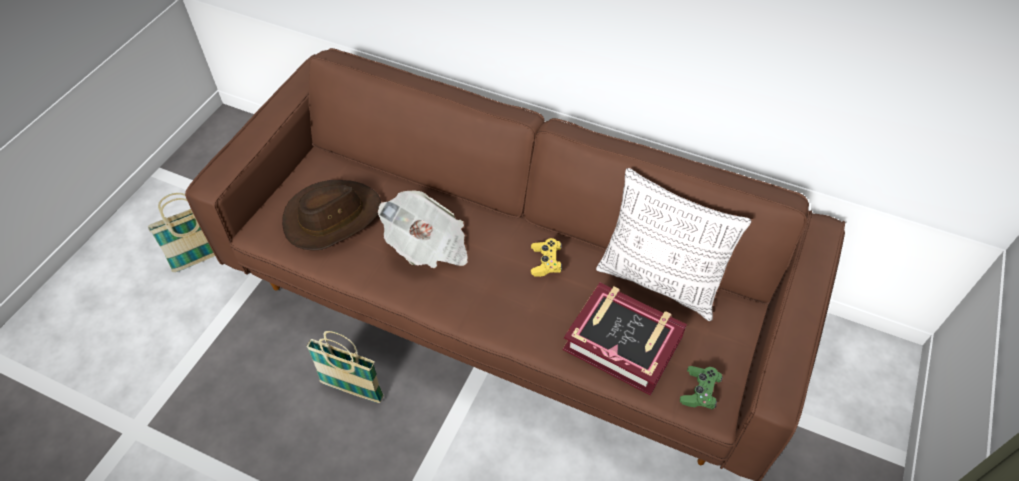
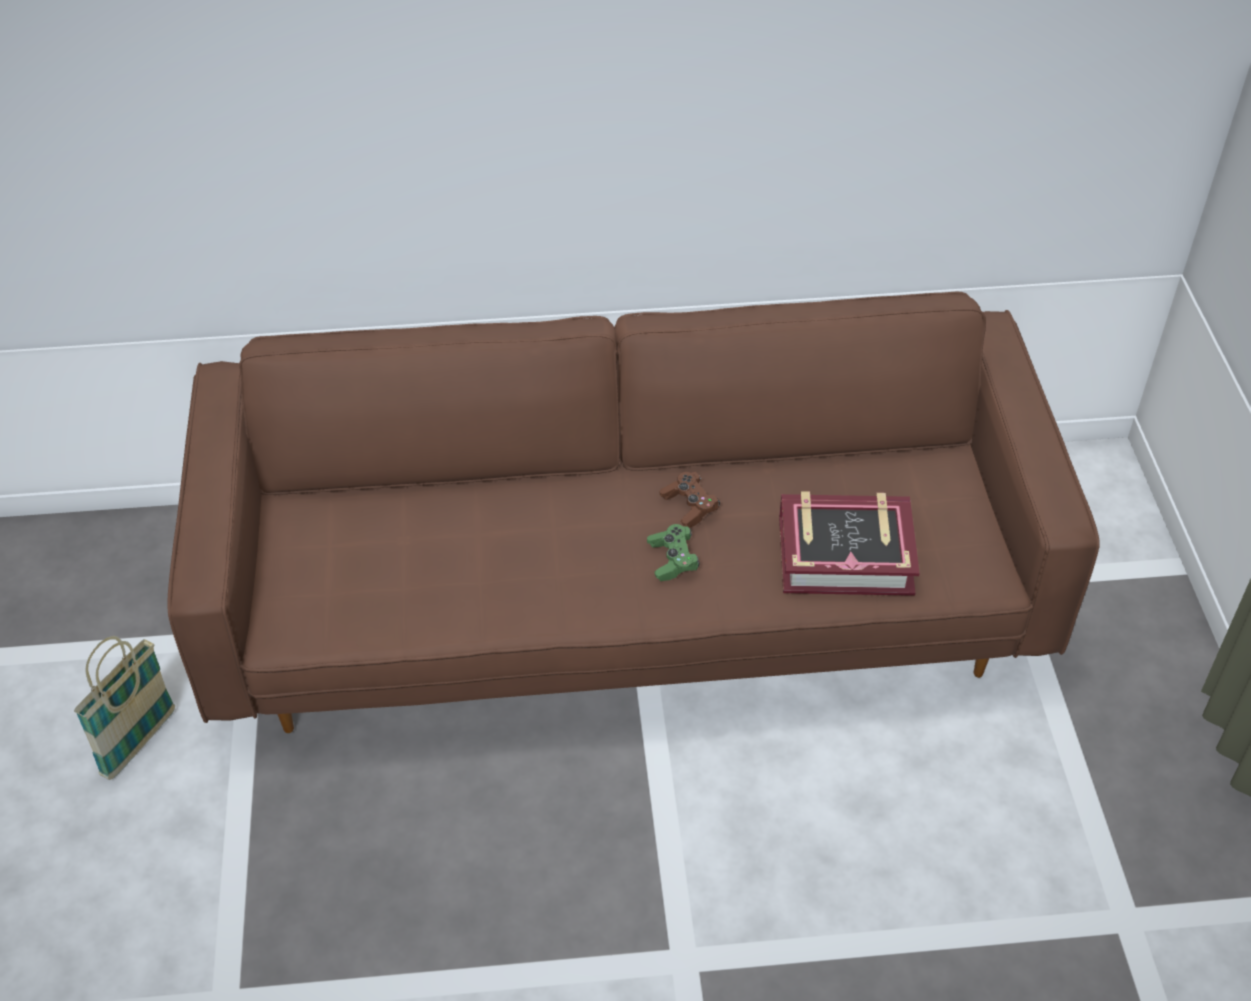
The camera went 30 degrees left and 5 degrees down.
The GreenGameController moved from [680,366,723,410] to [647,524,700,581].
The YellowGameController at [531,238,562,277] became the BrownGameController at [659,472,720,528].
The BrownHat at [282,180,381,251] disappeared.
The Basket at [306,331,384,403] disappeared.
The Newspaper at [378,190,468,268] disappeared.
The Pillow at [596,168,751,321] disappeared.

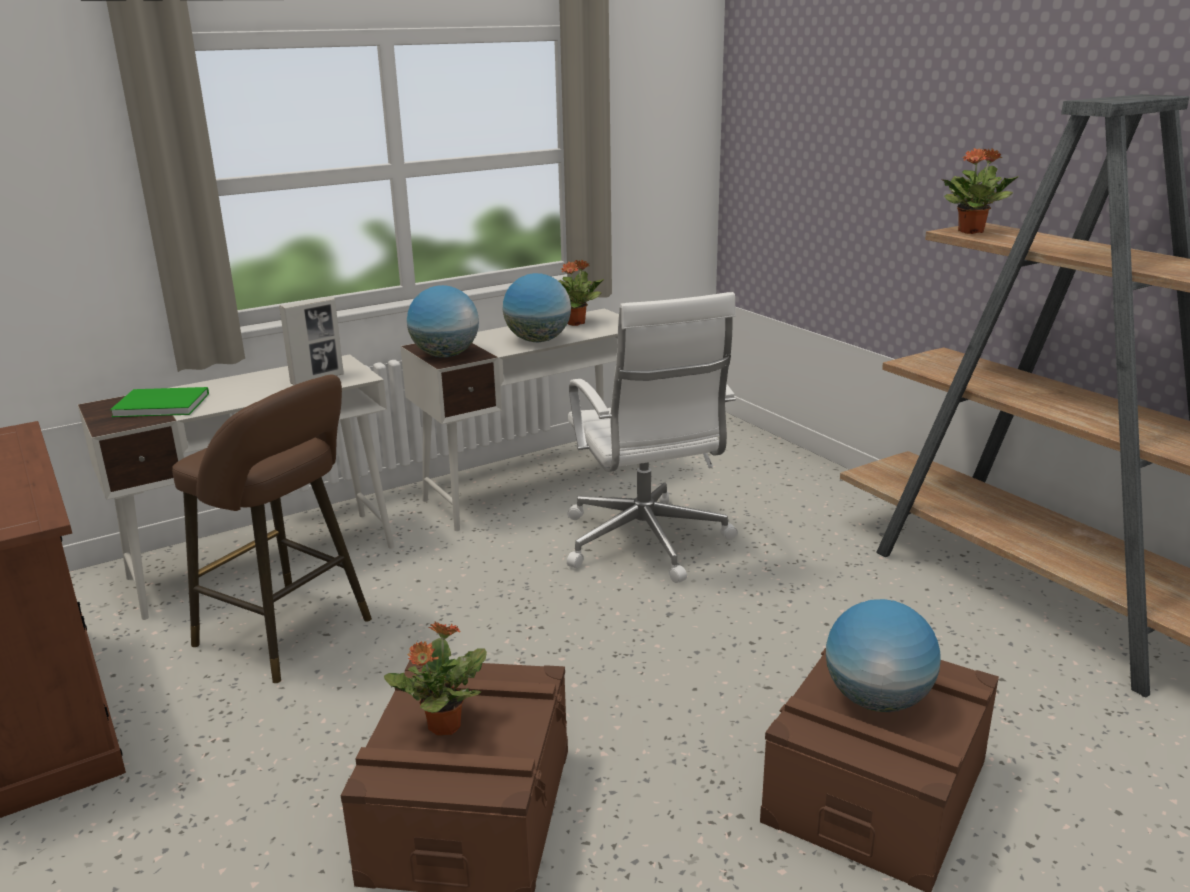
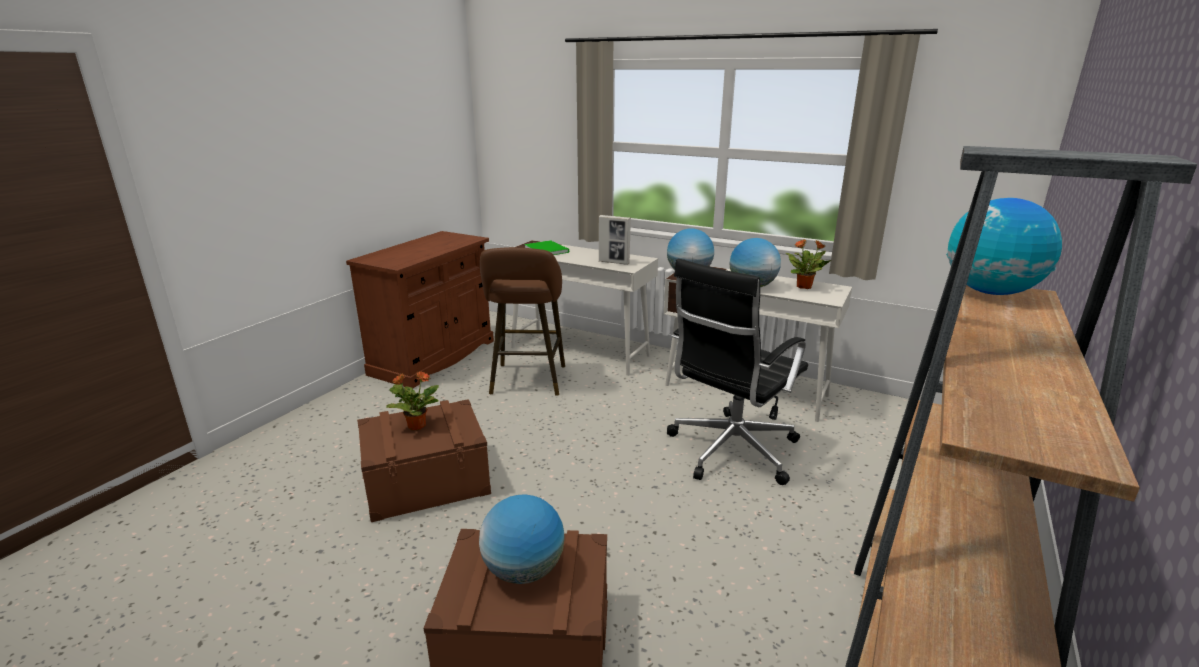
The camera went 60 degrees right and 0 degrees up.
The WhiteOfficeChair at [567,292,738,583] became the BlackOfficeChair at [667,259,808,485].
The PottedPlant at [941,148,1019,234] was replaced by the Globe at [946,198,1062,295].

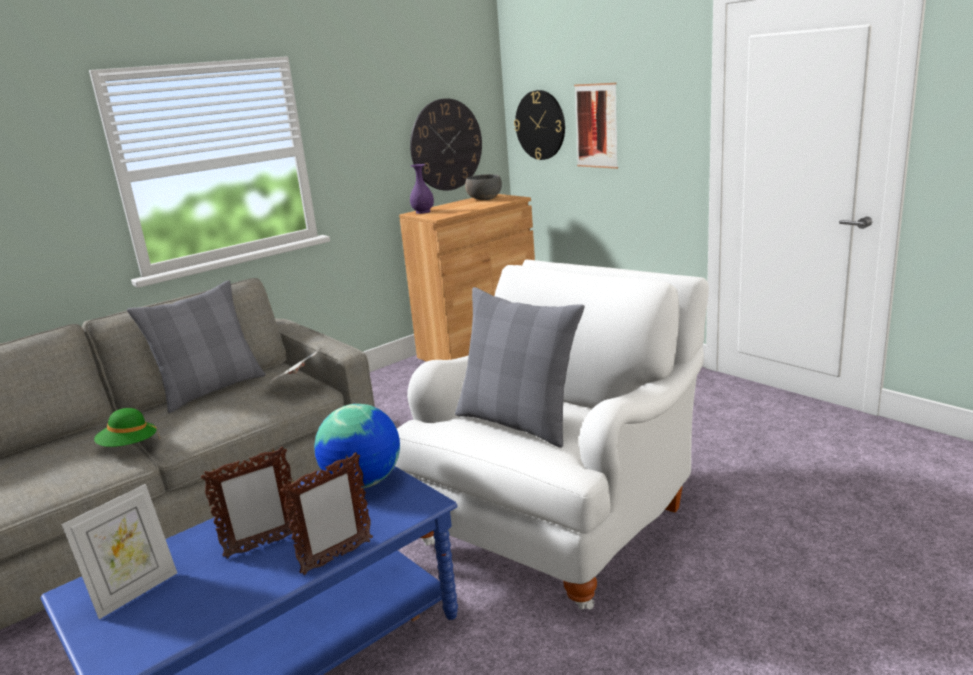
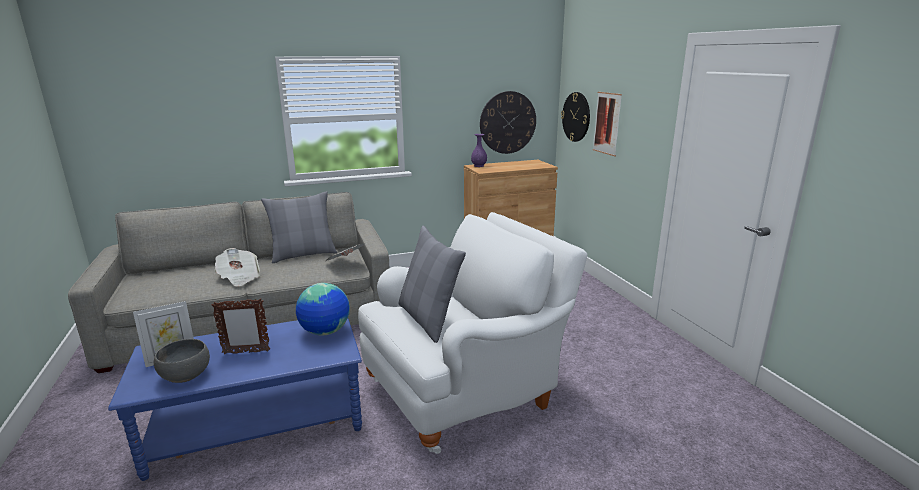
The camera went 20 degrees right and 0 degrees up.
The GreyBowl moved from [465,174,502,200] to [154,339,210,383].
The GreenHat at [94,408,160,447] was replaced by the Newspaper at [215,248,260,287].
The PictureFrame at [280,452,373,575] disappeared.

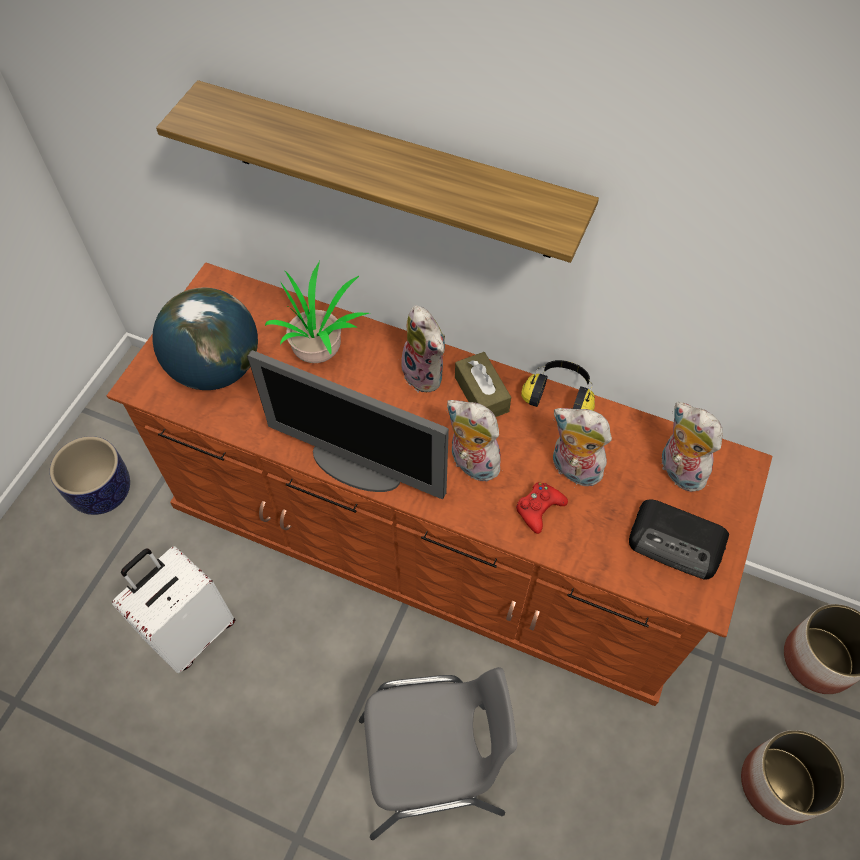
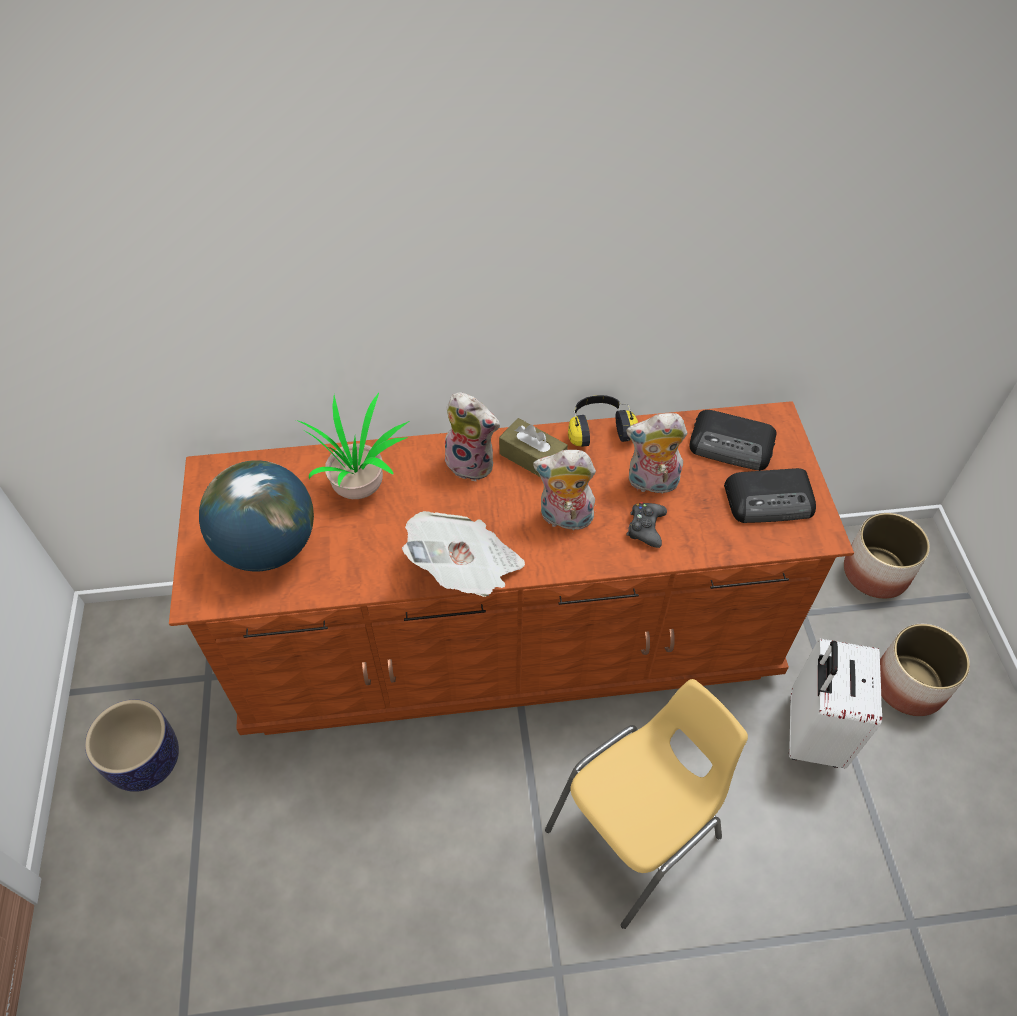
The camera went 30 degrees left and 5 degrees down.
The Monitor at [247,350,449,499] was replaced by the Newspaper at [402,511,525,597].
The GreyChair at [359,667,517,840] became the YellowChair at [545,679,748,929].
The RedGameController at [516,482,568,534] became the BlackGameController at [626,502,667,548].
The PlushToy at [660,402,723,492] was replaced by the Radio at [690,410,777,471].
The WhiteSuitcase moved from [112,546,235,673] to [789,638,882,769].
The Shelf at [156,80,599,263] disappeared.

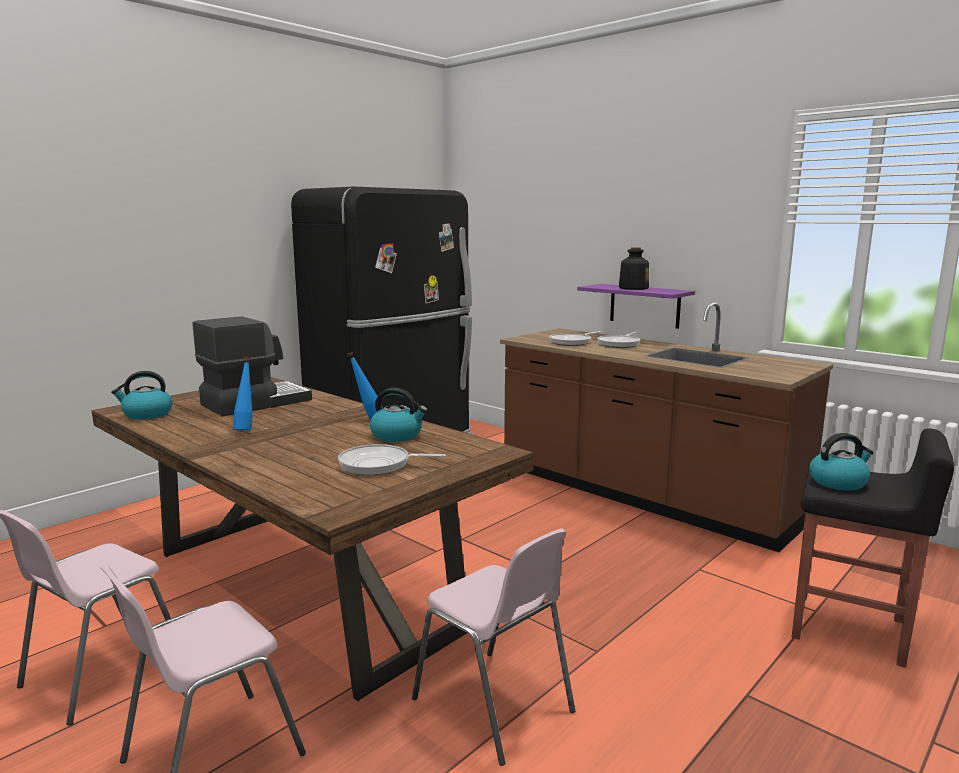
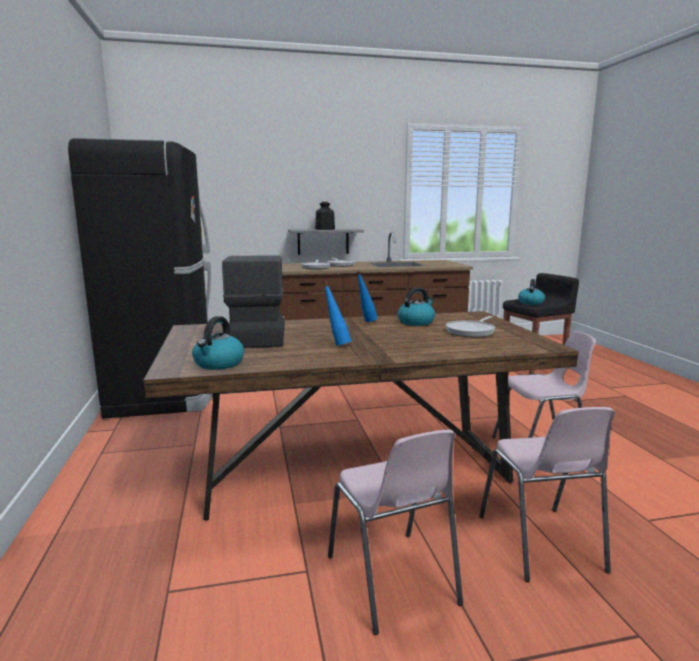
The camera went 55 degrees left and 0 degrees up.
The PurpleShelf at [577,284,695,329] became the GreyShelf at [288,229,364,255].

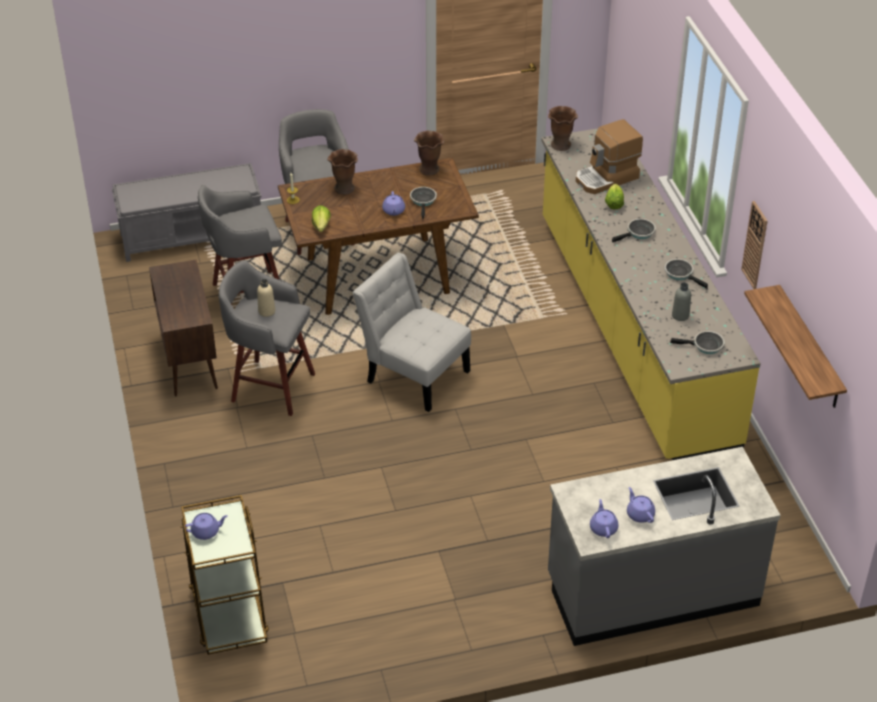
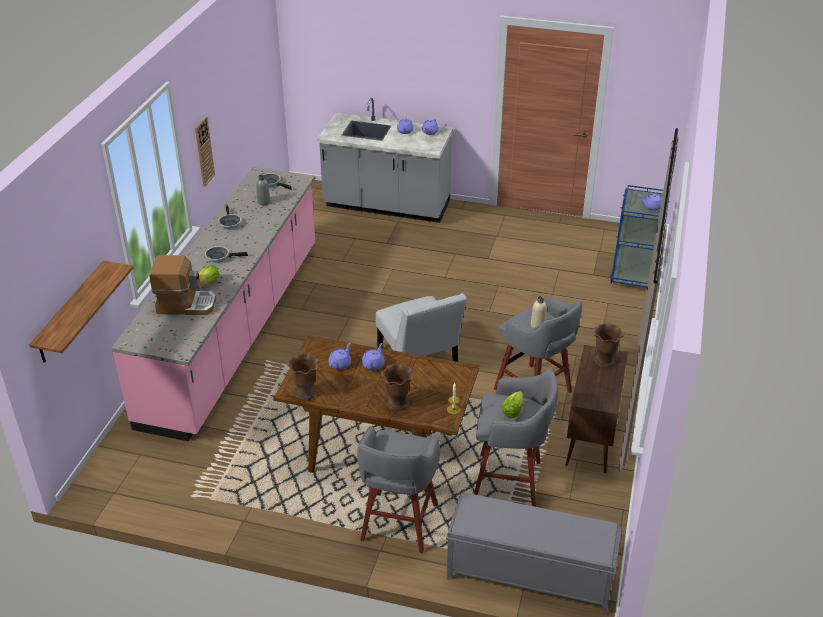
The camera went 150 degrees left and 5 degrees down.
The Shelf moved from [744,285,847,408] to [29,261,133,363].
The YellowCounter at [542,128,761,460] became the PinkCounter at [111,167,315,441].
The FryingPan at [410,187,437,219] was replaced by the PurpleTeapot at [329,343,351,369].
The Lettuce moved from [312,205,331,232] to [501,391,523,418].
The BrownVase moved from [548,106,578,151] to [593,323,624,367].
The BrownCart at [181,495,269,655] became the BlueCart at [610,185,664,287].

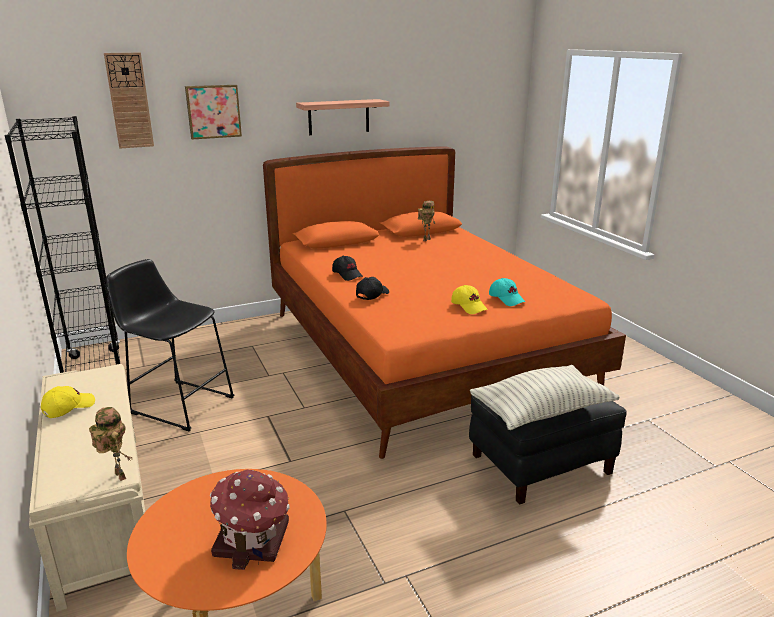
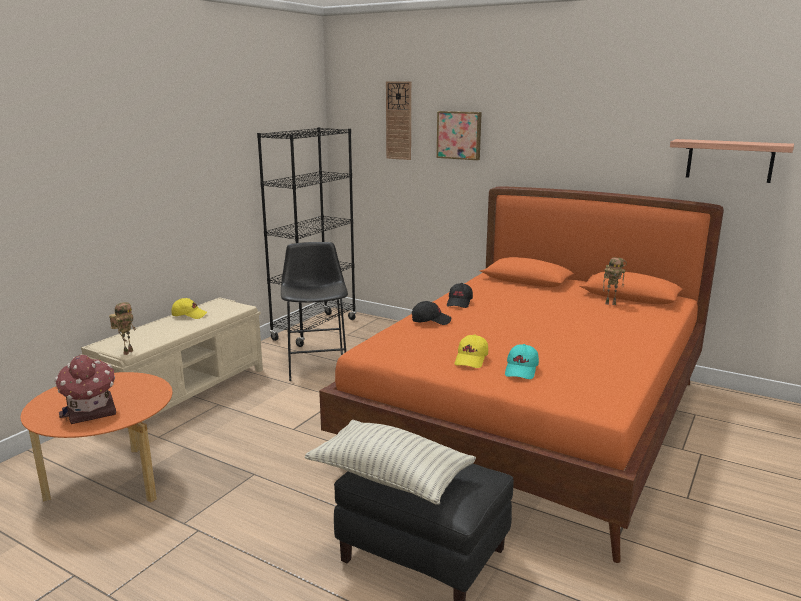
The camera went 55 degrees right and 5 degrees down.
The Shelf moved from [296,99,390,135] to [670,139,794,183].

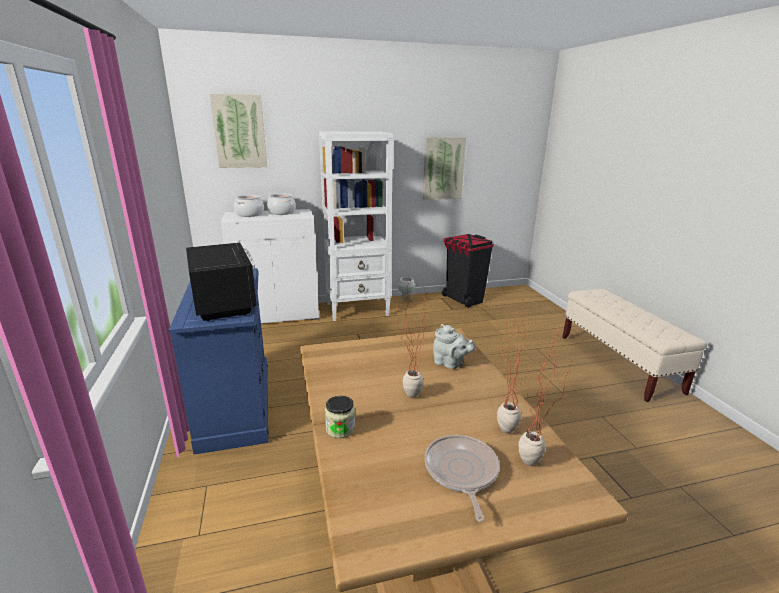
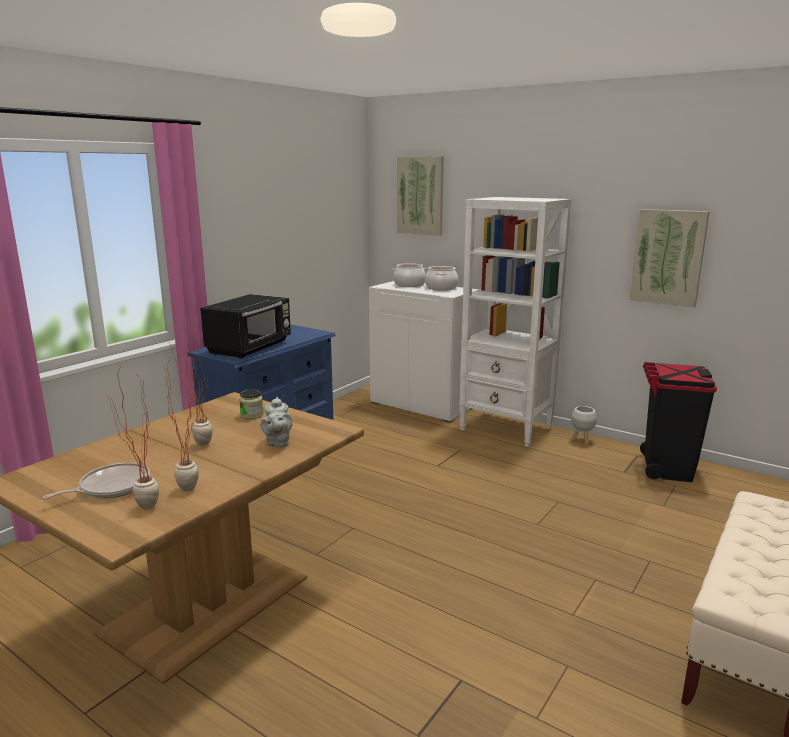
The camera went 50 degrees right and 5 degrees down.
The Jar moved from [325,396,355,438] to [239,389,264,419].

